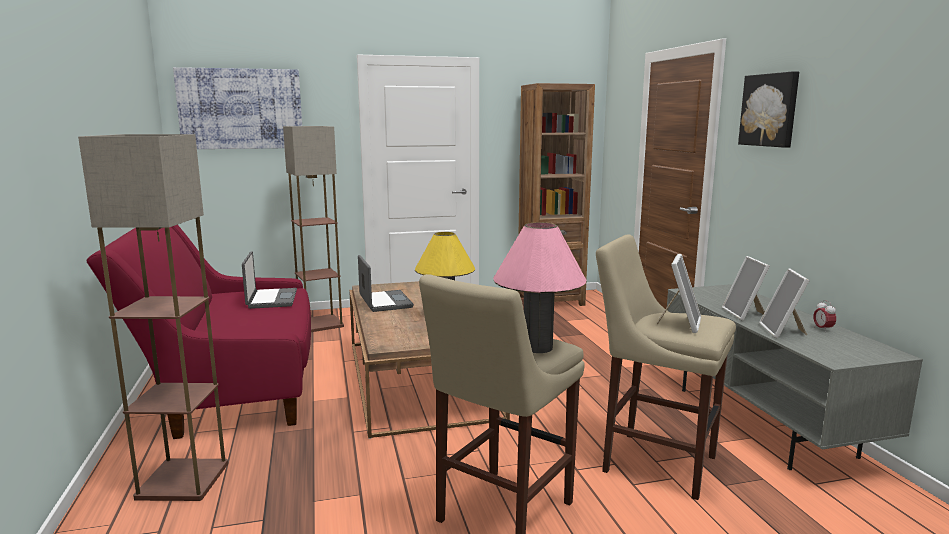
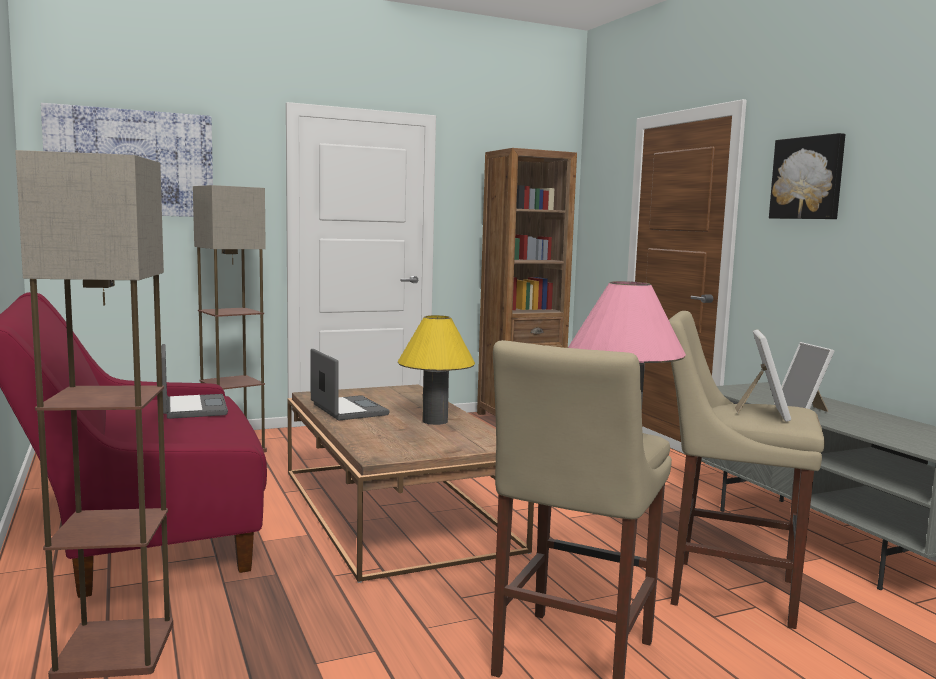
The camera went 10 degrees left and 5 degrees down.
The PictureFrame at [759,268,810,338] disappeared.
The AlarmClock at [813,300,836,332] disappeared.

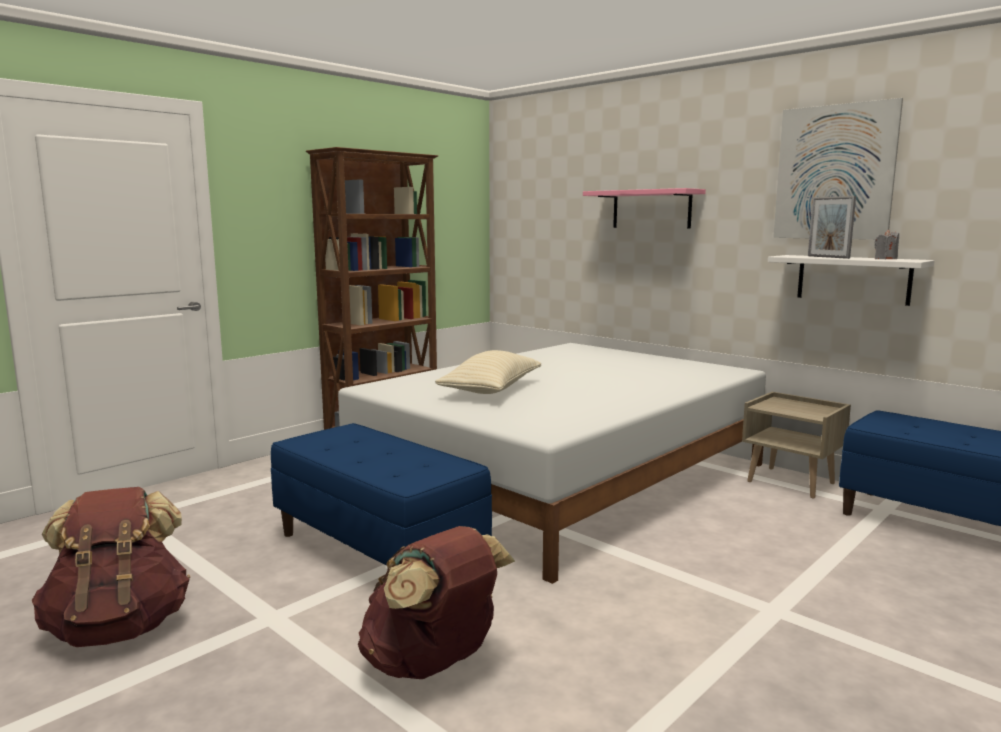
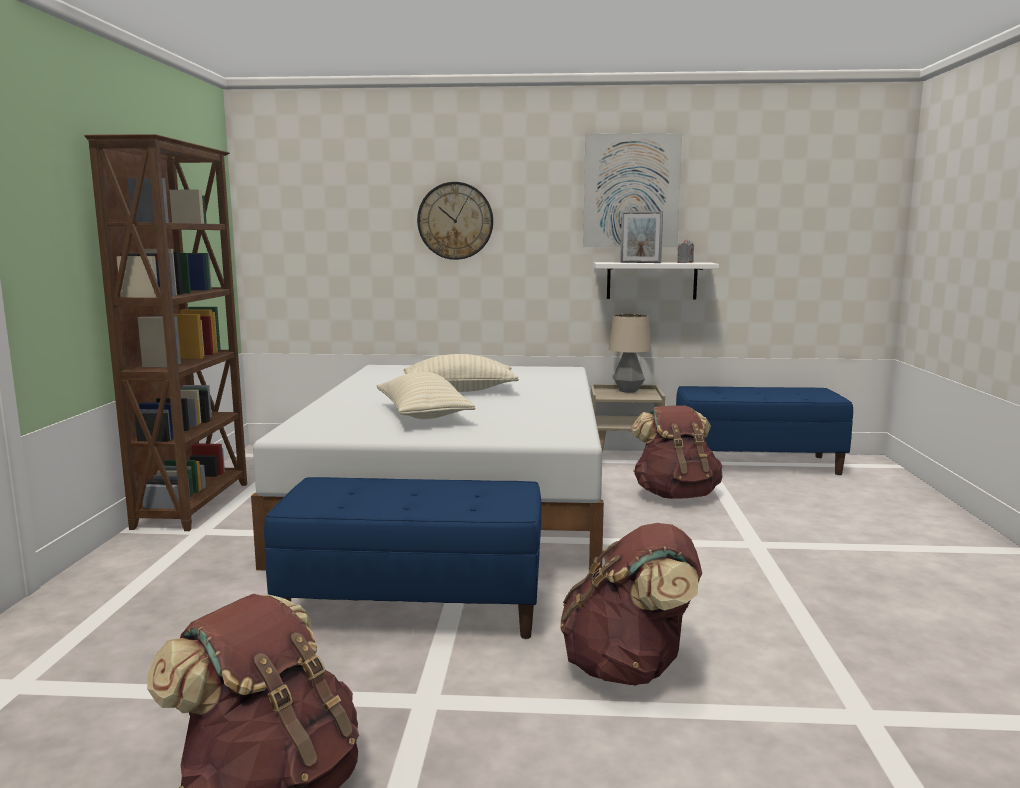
The camera went 40 degrees left and 0 degrees up.
The BeigePillow at [404,354,519,392] appeared.
The PinkShelf at [583,188,706,228] was replaced by the WallClock at [417,182,493,260].
The TableLamp at [609,314,651,393] appeared.
The BrownBackpack at [631,405,723,499] appeared.

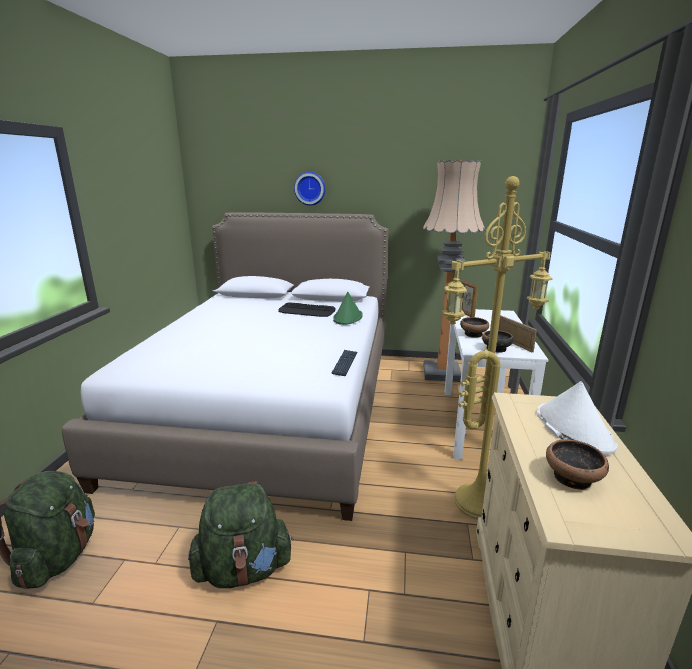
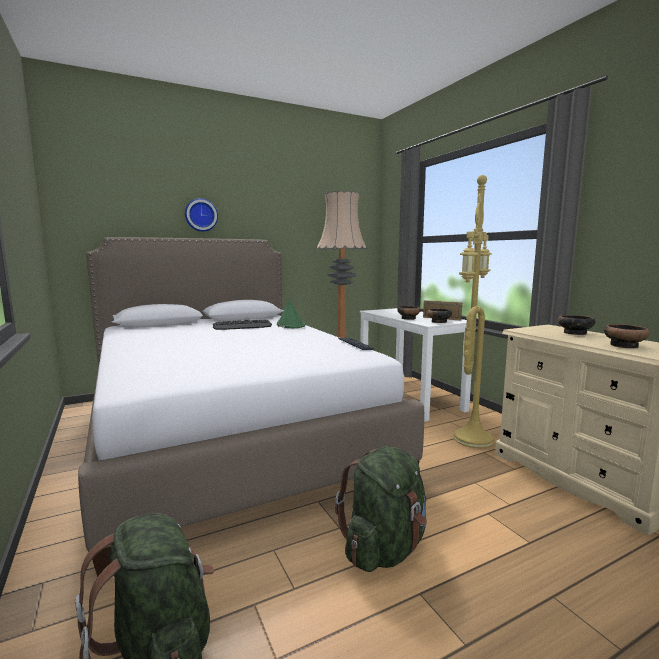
The camera went 35 degrees left and 10 degrees down.
The WhiteHat at [537,381,618,455] was replaced by the Bowl at [558,315,596,335].
The PictureFrame at [461,281,478,317] disappeared.

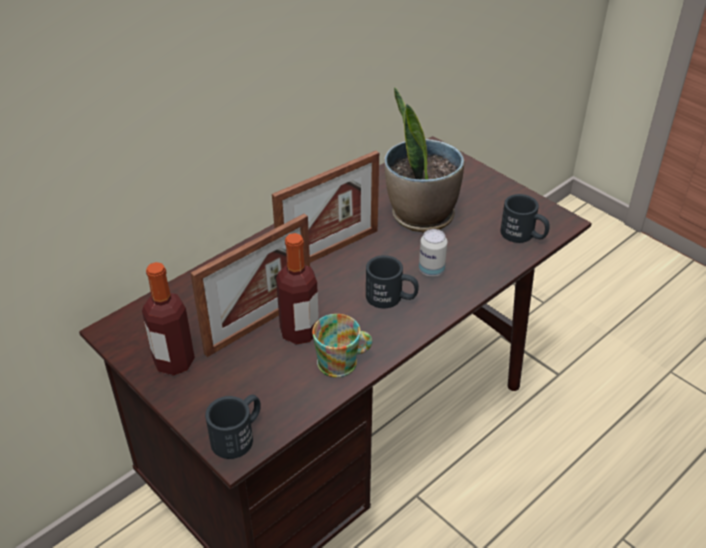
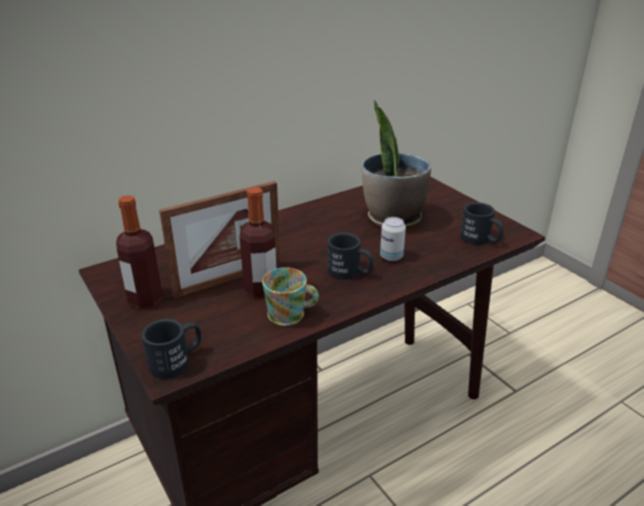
The camera went 10 degrees right and 10 degrees down.
The PictureFrame at [272,151,379,263] disappeared.

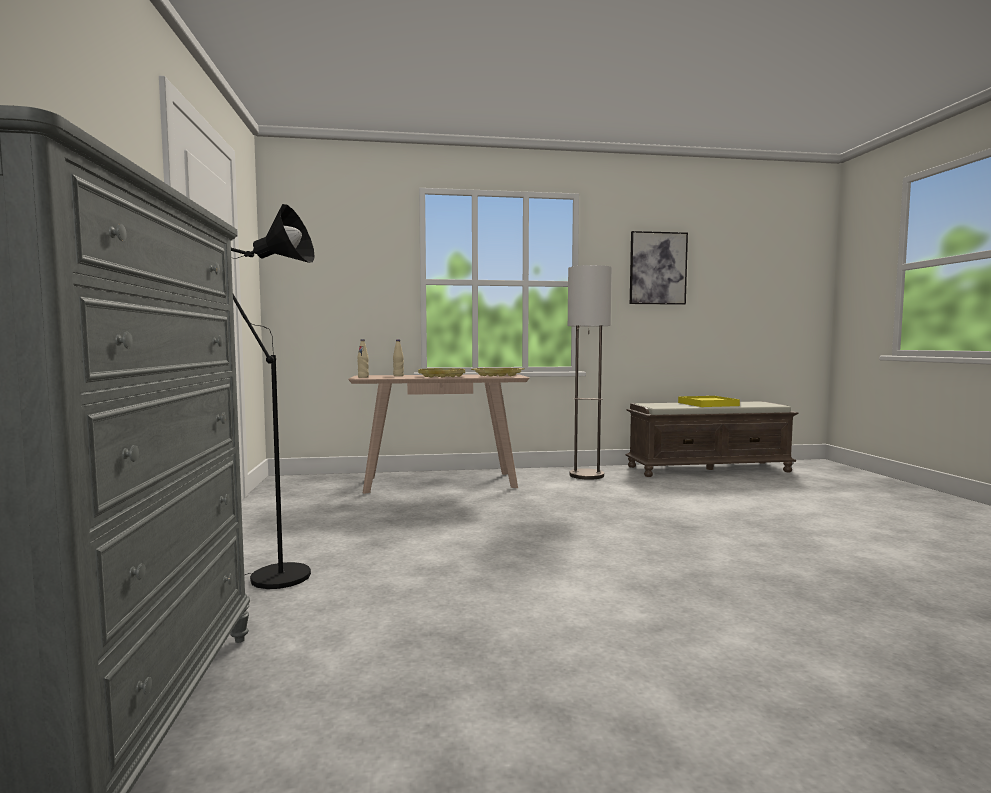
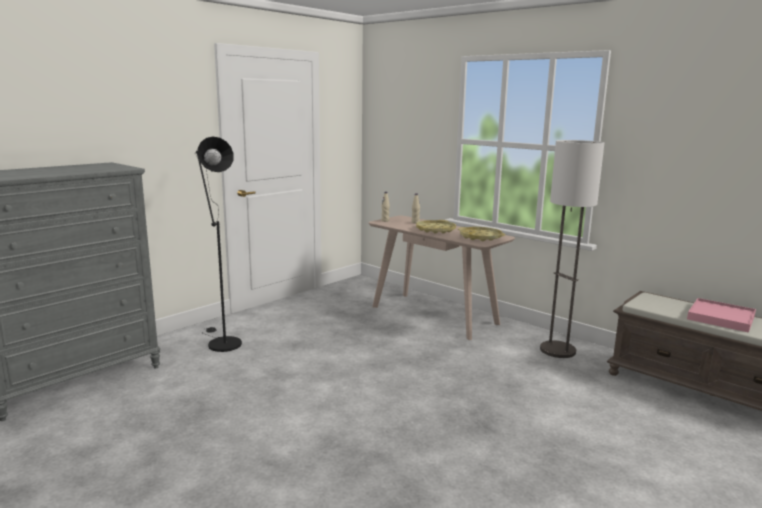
The camera went 50 degrees right and 10 degrees up.
The YellowTray at [678,396,740,407] became the PinkTray at [687,298,756,333].
The Picture at [630,231,688,305] disappeared.

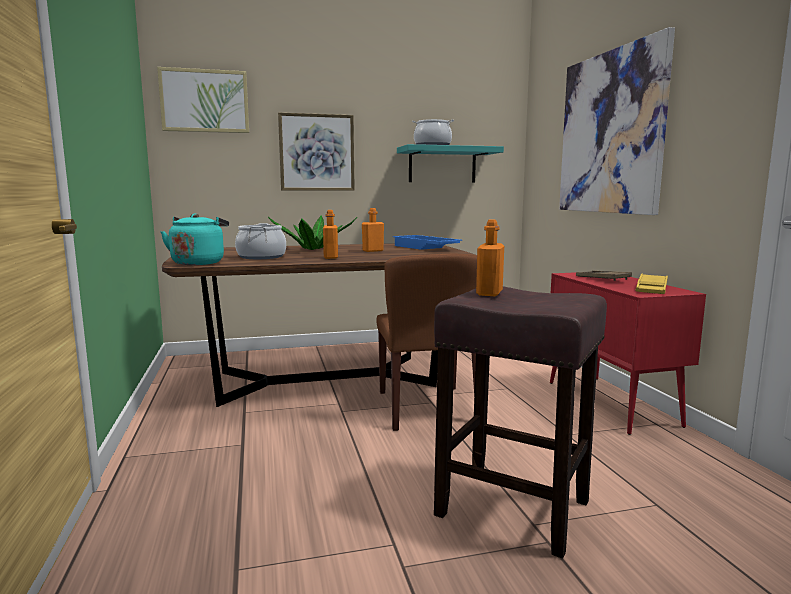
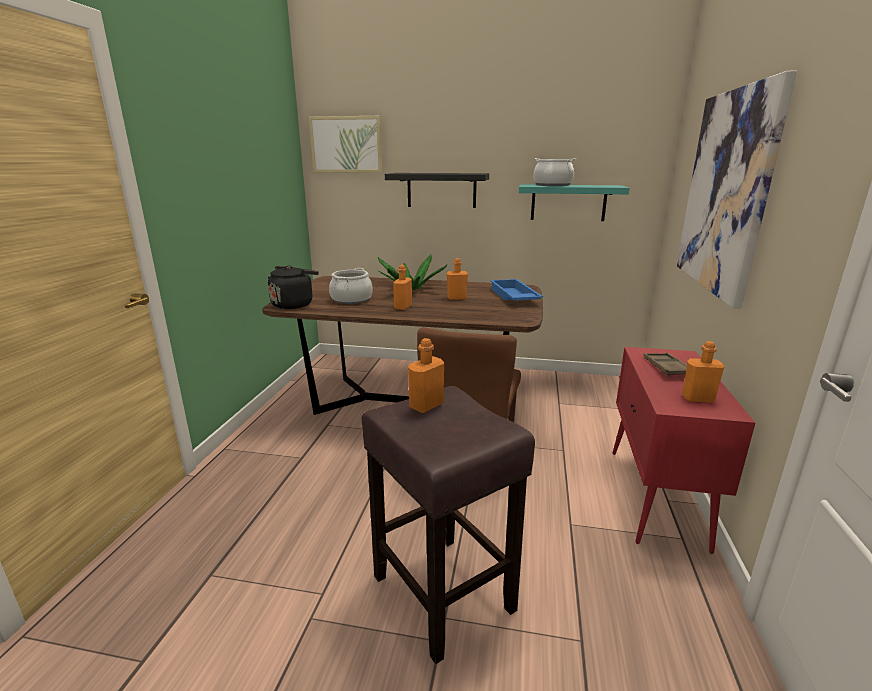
The camera went 25 degrees right and 10 degrees up.
The TurquoiseKettle at [160,214,229,265] became the BlackKettle at [268,265,319,309].
The Picture at [278,113,355,191] was replaced by the BlackShelf at [385,173,489,208].
The YellowTray at [636,274,668,294] was replaced by the OrangeBottle at [682,341,724,403].

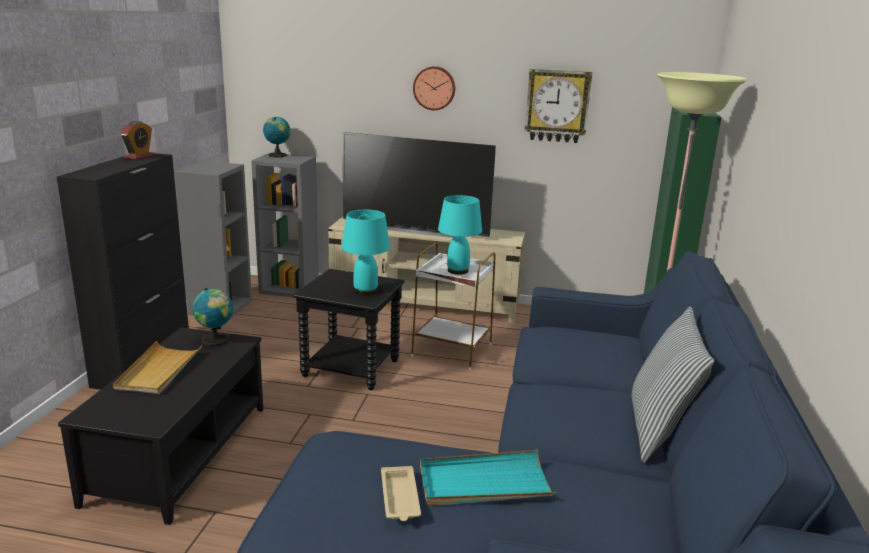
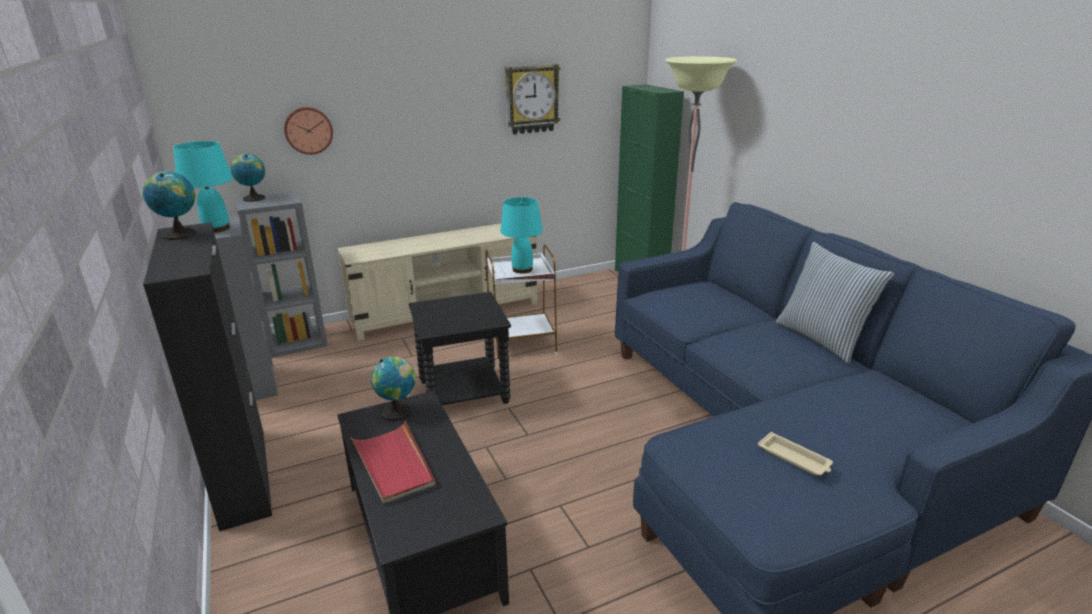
The camera went 35 degrees left and 5 degrees up.
The AlarmClock at [121,121,154,160] was replaced by the Globe at [143,171,196,240].
The TurquoiseTableLamp moved from [342,210,390,295] to [173,141,233,233].
The WallClock moved from [413,66,455,110] to [284,107,333,155].
The BeigeTray at [113,341,202,394] became the RedTray at [351,421,435,503].
The Television at [342,132,496,238] disappeared.
The TurquoiseTray at [420,450,557,506] disappeared.

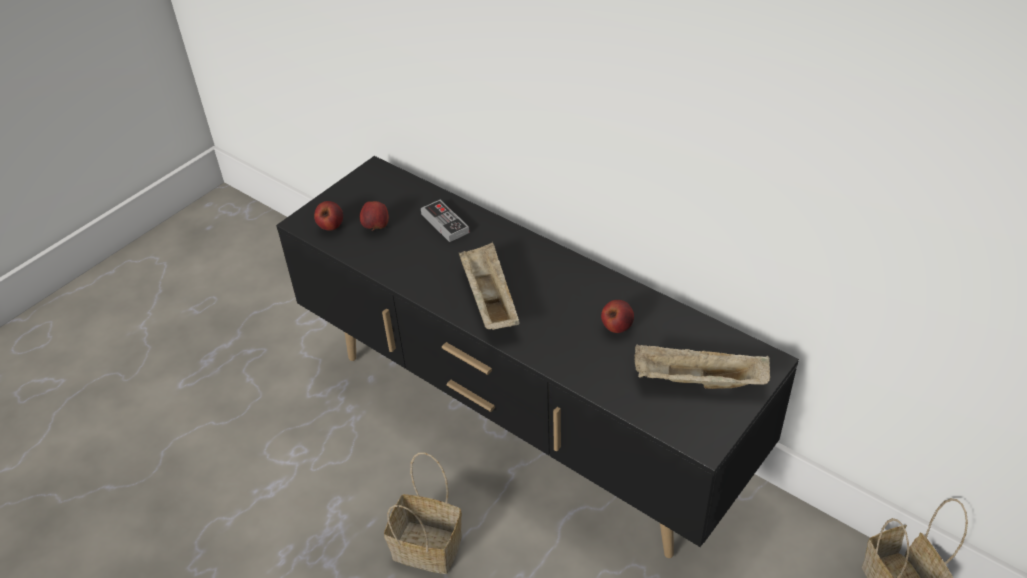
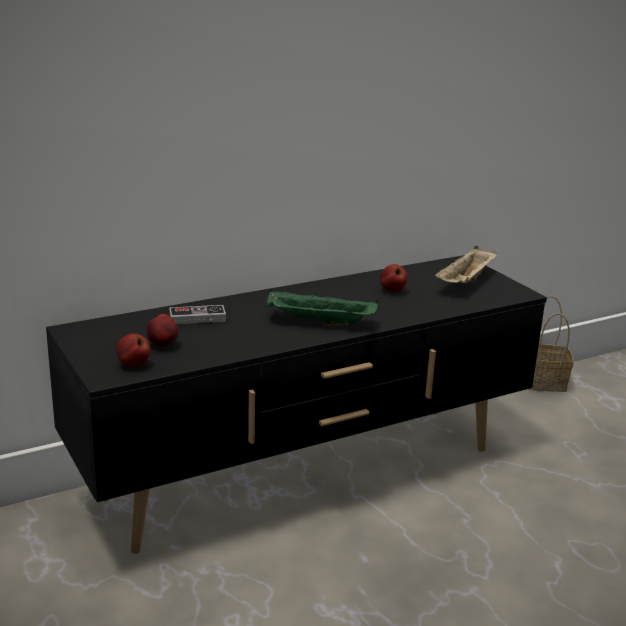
The camera went 70 degrees left and 20 degrees down.
The BeigeTray at [459,243,520,330] became the GreenTray at [267,290,378,326].
The Basket at [384,452,462,574] disappeared.

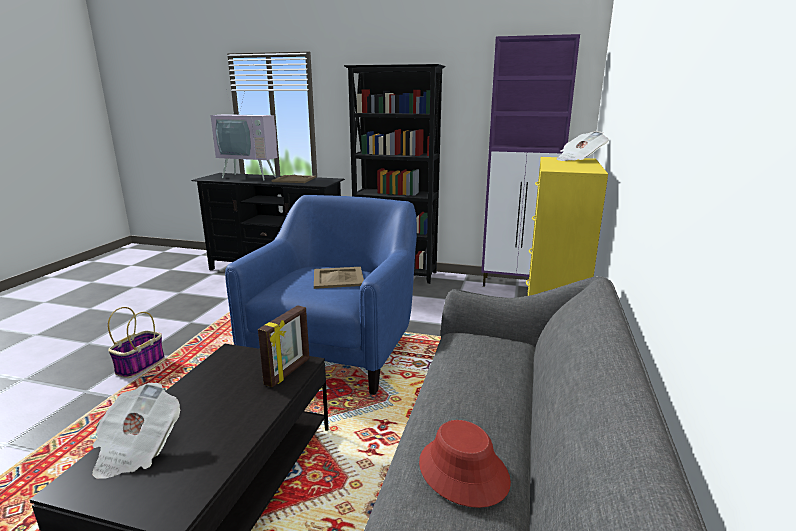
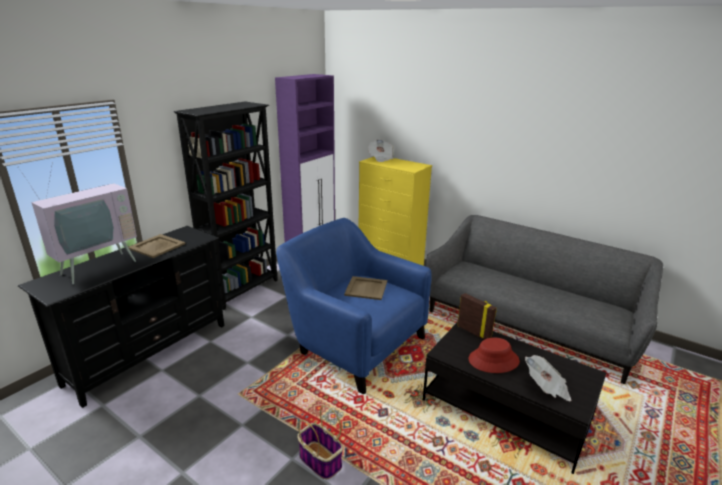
The camera went 70 degrees left and 5 degrees up.
The RedHat moved from [419,420,511,508] to [469,338,520,373].

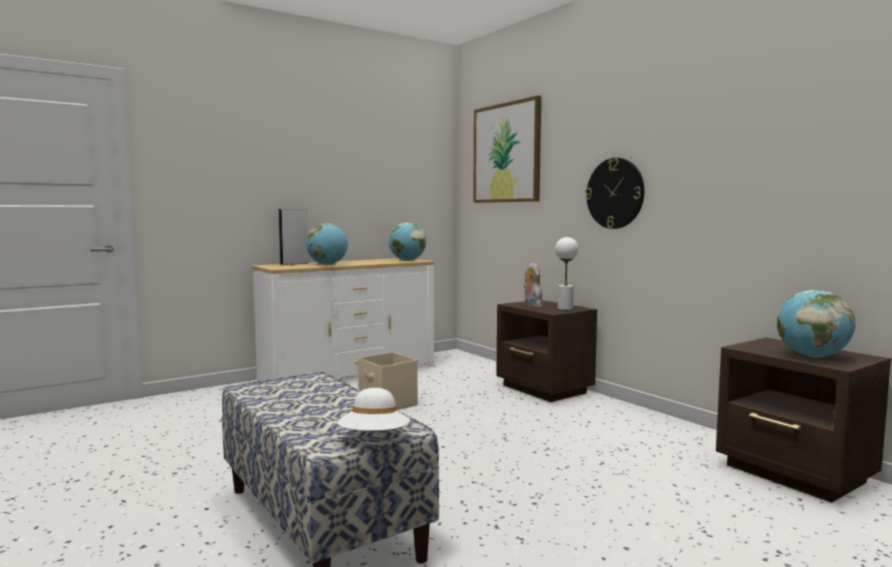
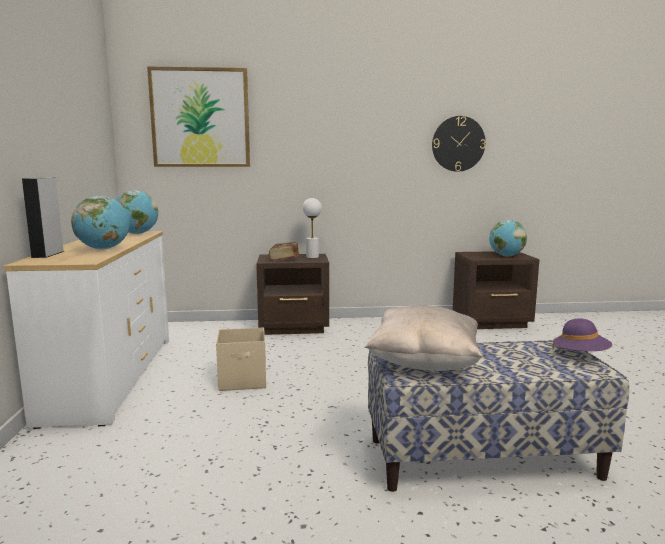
The camera went 60 degrees left and 5 degrees up.
The PlushToy at [523,263,543,307] was replaced by the Book at [269,242,299,261].
The BeigePillow at [364,305,482,371] appeared.
The WallClock moved from [585,158,644,229] to [432,116,486,172].
The WhiteHat at [337,388,410,431] became the PurpleHat at [552,318,612,351].

